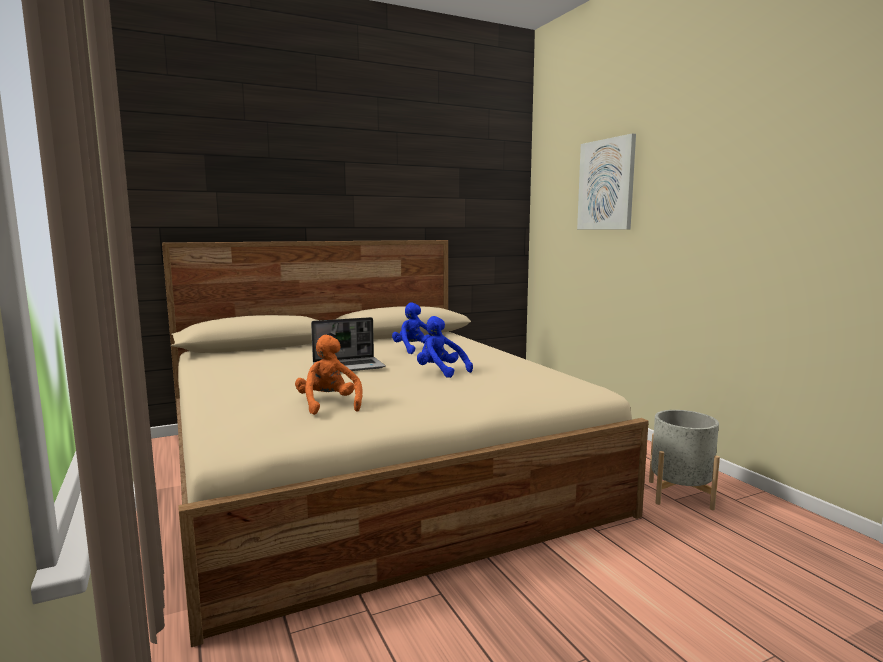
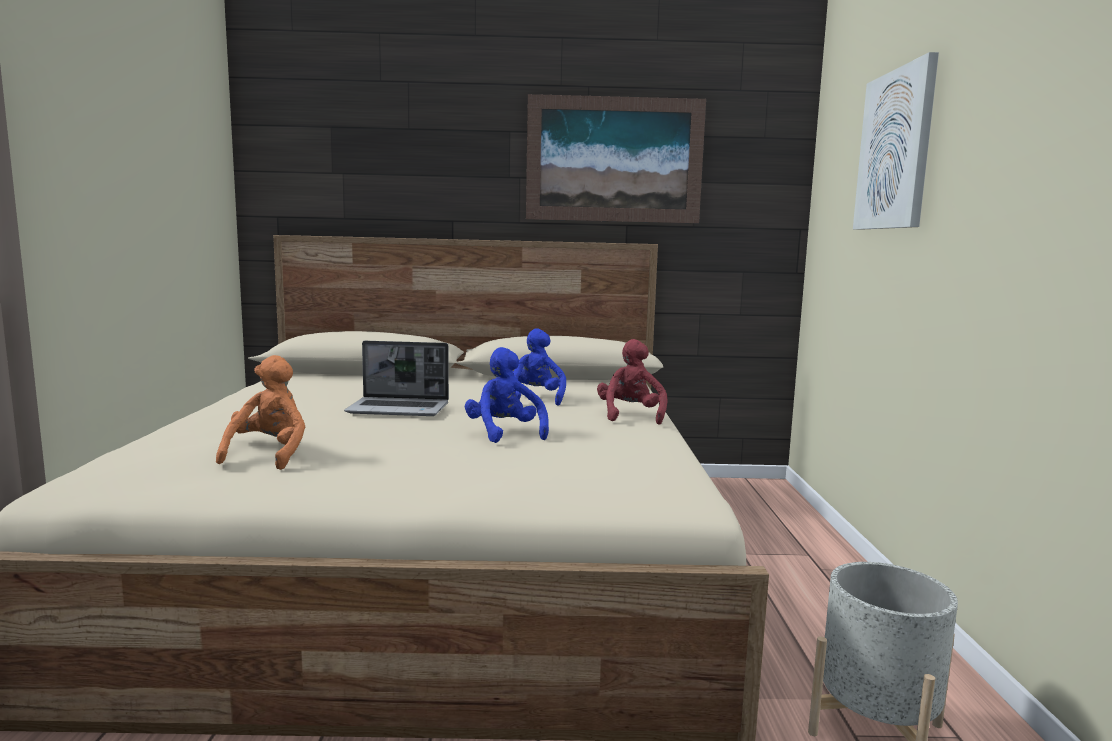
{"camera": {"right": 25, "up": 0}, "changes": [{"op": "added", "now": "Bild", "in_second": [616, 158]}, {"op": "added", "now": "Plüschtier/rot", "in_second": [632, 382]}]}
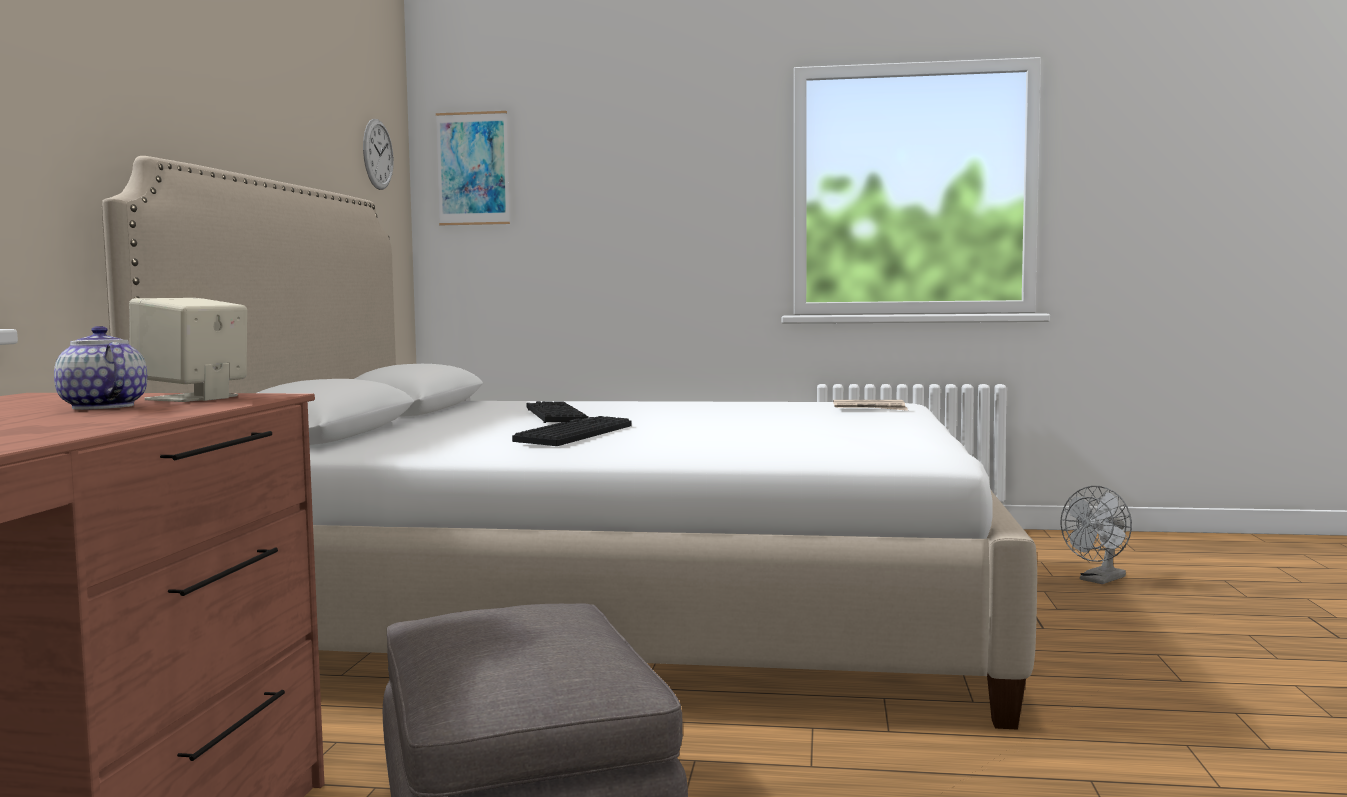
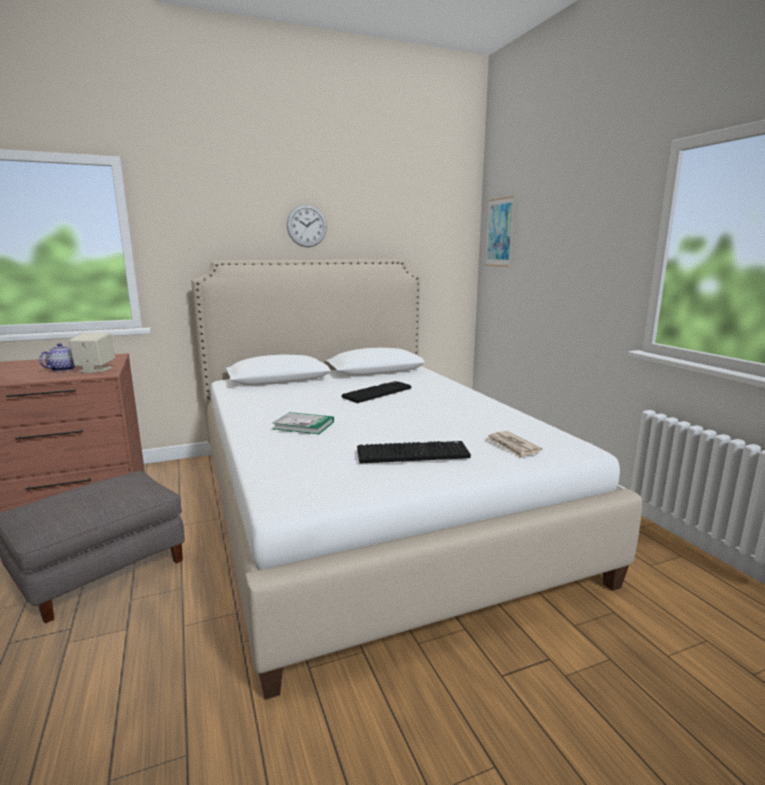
{"camera": {"right": 60, "up": 10}, "changes": [{"op": "added", "now": "Buch", "in_second": [303, 423]}, {"op": "moved", "was": "Wanduhr", "in_first": [378, 154], "in_second": [307, 225]}, {"op": "moved", "was": "Tastatur", "in_first": [572, 431], "in_second": [414, 452]}, {"op": "removed", "was": "Ventilator/grau", "in_first": [1096, 535]}]}
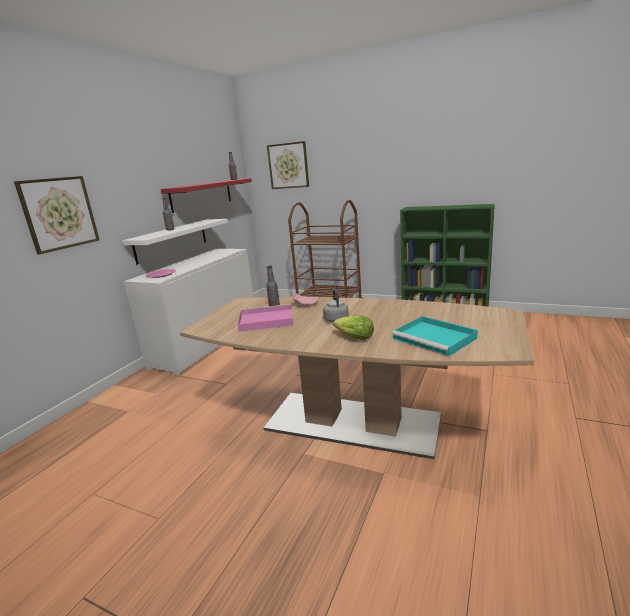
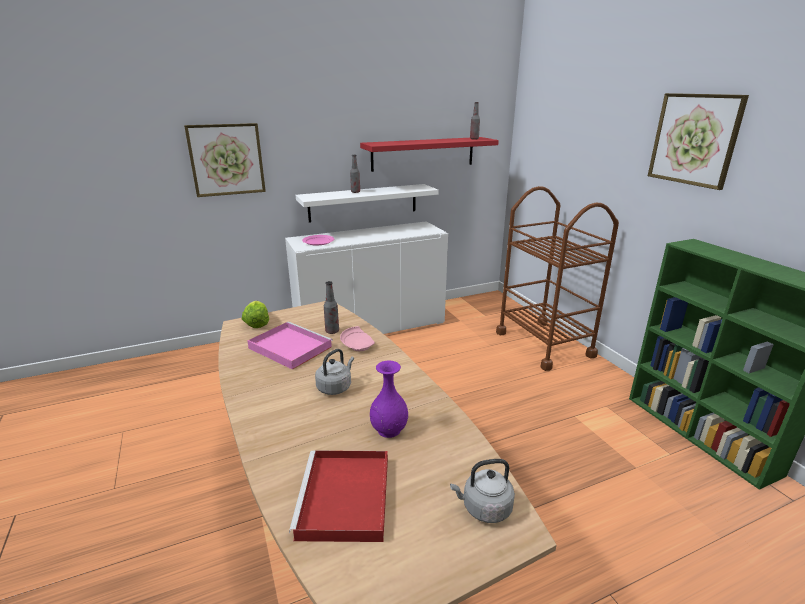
{"camera": {"right": 40, "up": 5}, "changes": [{"op": "moved", "was": "Salatkopf", "in_first": [353, 327], "in_second": [255, 314]}, {"op": "recoloured", "was": "Tablett/türkis", "now": "Tablett/rot", "in_first": [435, 336], "in_second": [338, 496]}, {"op": "added", "now": "Vase/lila", "in_second": [389, 399]}, {"op": "added", "now": "Wasserkessel/grau", "in_second": [482, 491]}, {"op": "moved", "was": "Bild", "in_first": [288, 165], "in_second": [698, 141]}]}
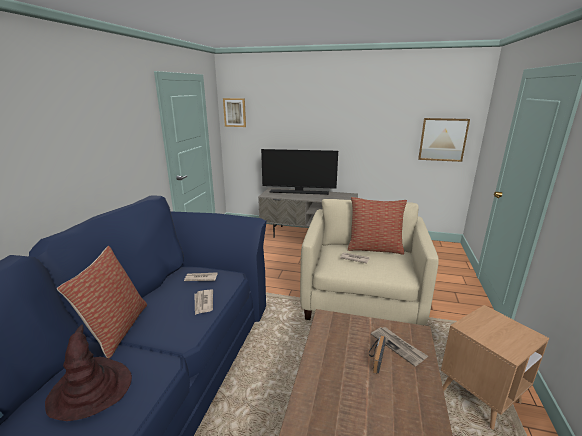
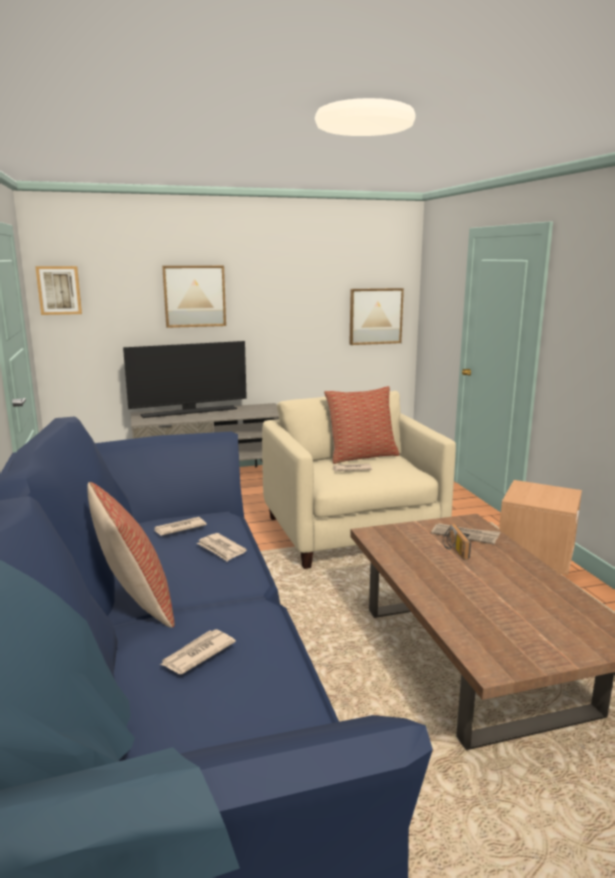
{"camera": {"right": -30, "up": -5}, "changes": [{"op": "replaced", "was": "Hut/braun", "now": "Zeitung", "in_first": [88, 372], "in_second": [198, 651]}, {"op": "added", "now": "Bild", "in_second": [194, 296]}]}
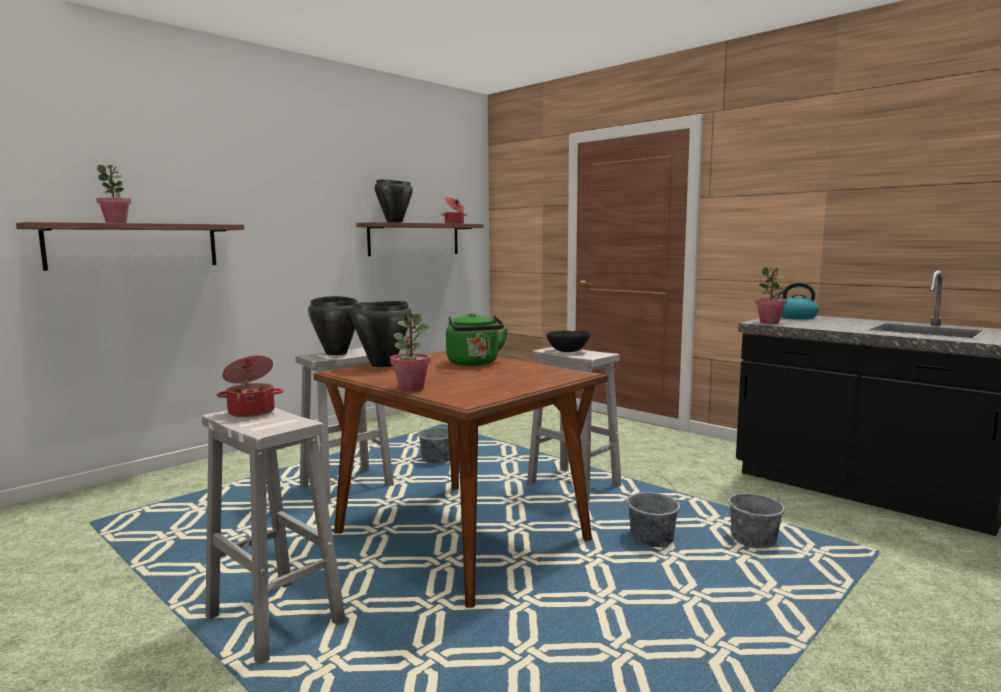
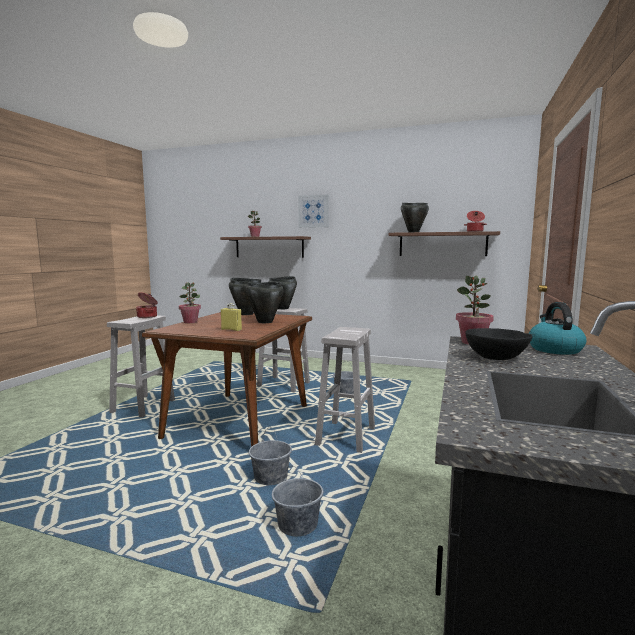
{"camera": {"right": 65, "up": 0}, "changes": [{"op": "added", "now": "Flasche/gelb", "in_second": [231, 317]}, {"op": "replaced", "was": "Wasserkessel/grün", "now": "Kochtopf/schwarz", "in_first": [477, 339], "in_second": [265, 302]}, {"op": "added", "now": "Bild", "in_second": [313, 211]}, {"op": "moved", "was": "Schüssel/schwarz", "in_first": [568, 341], "in_second": [499, 344]}]}
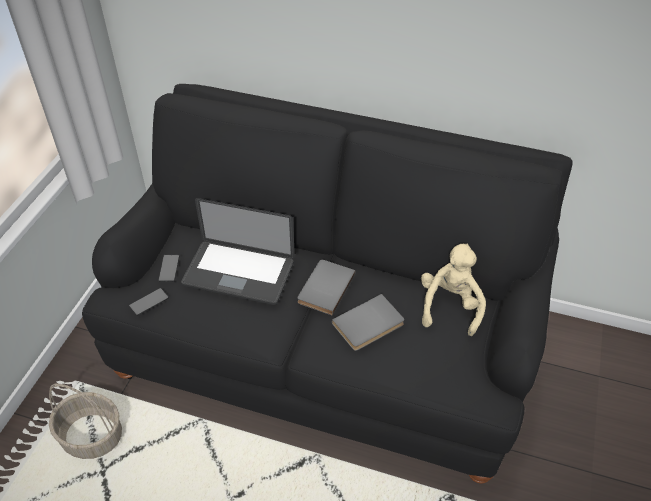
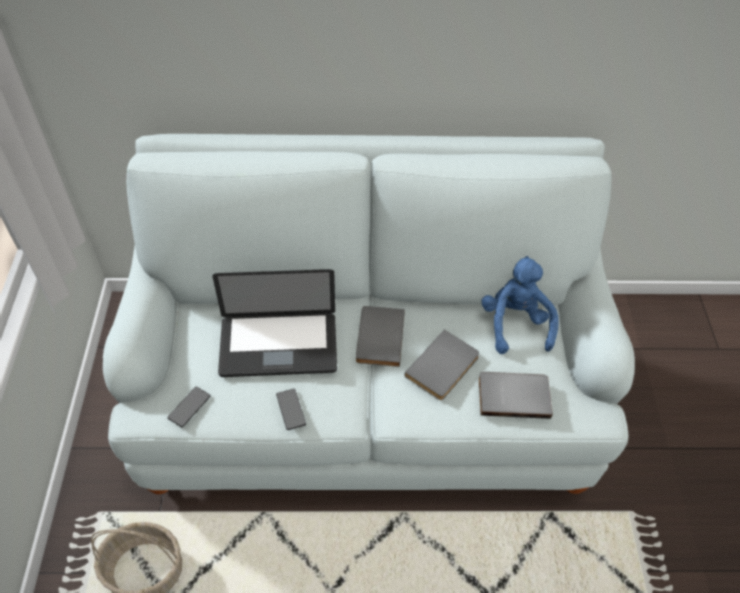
{"camera": {"right": -20, "up": 5}, "changes": [{"op": "recoloured", "was": "Sofa/schwarz", "now": "Sofa/weiß", "in_first": [327, 283], "in_second": [369, 314]}, {"op": "moved", "was": "Handy", "in_first": [168, 268], "in_second": [291, 409]}, {"op": "added", "now": "Buch/grau", "in_second": [516, 395]}, {"op": "recoloured", "was": "Plüschtier/beige", "now": "Plüschtier/blau", "in_first": [453, 290], "in_second": [520, 305]}]}
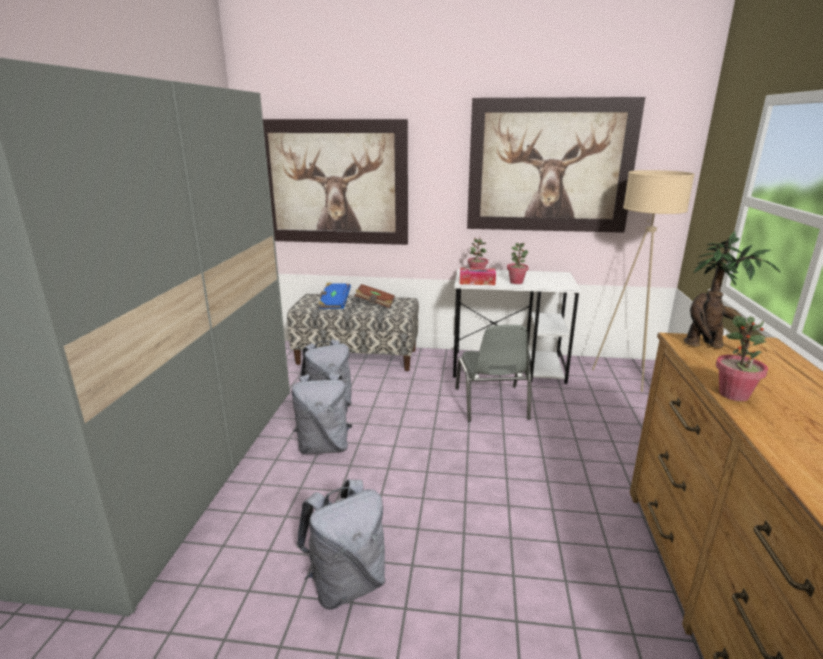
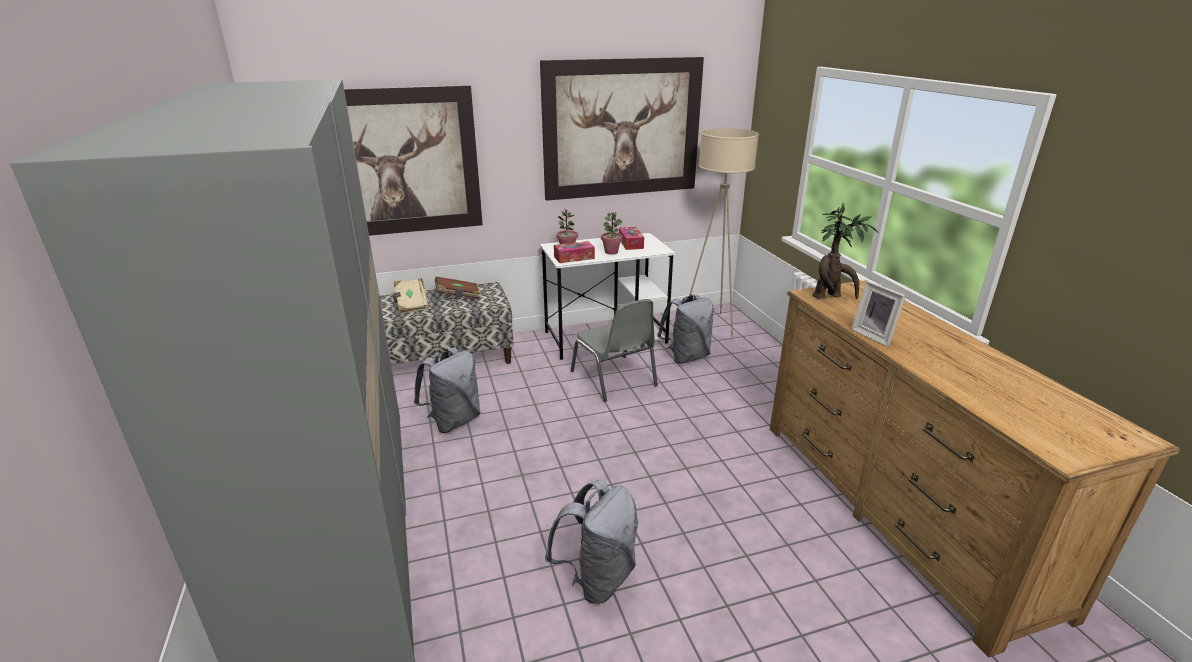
{"camera": {"right": -25, "up": 5}, "changes": [{"op": "recoloured", "was": "Buch/blau", "now": "Buch/beige", "in_first": [334, 296], "in_second": [411, 296]}, {"op": "added", "now": "Taschentuchbox", "in_second": [631, 238]}, {"op": "moved", "was": "Rucksack/grau", "in_first": [322, 413], "in_second": [685, 329]}, {"op": "replaced", "was": "Topfpflanze", "now": "Bilderrahmen", "in_first": [742, 358], "in_second": [878, 314]}]}
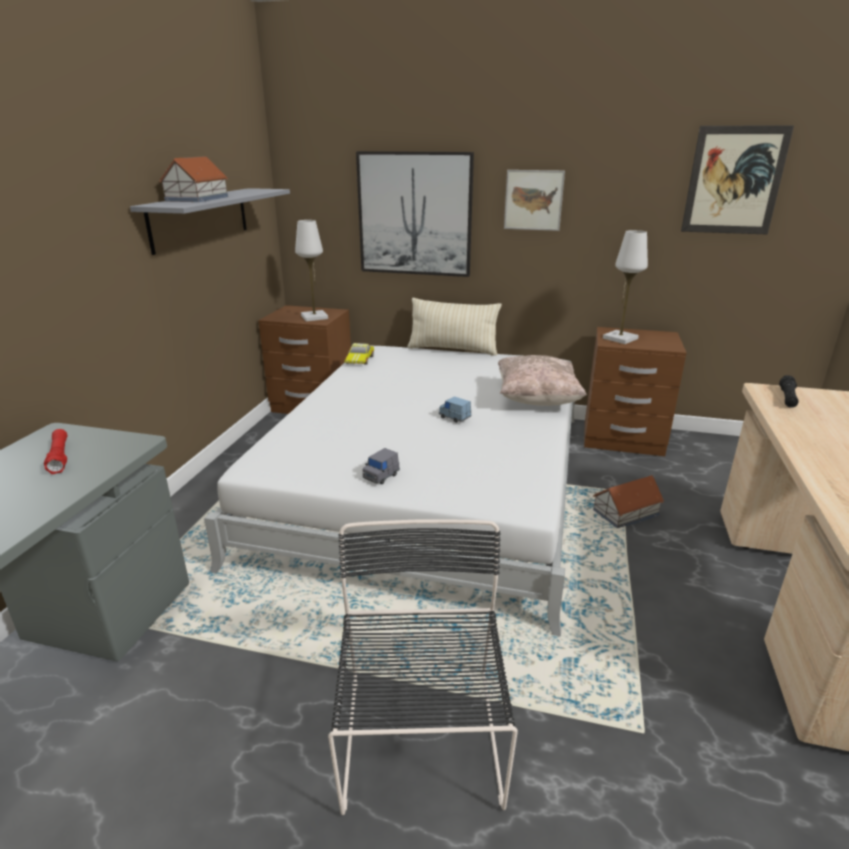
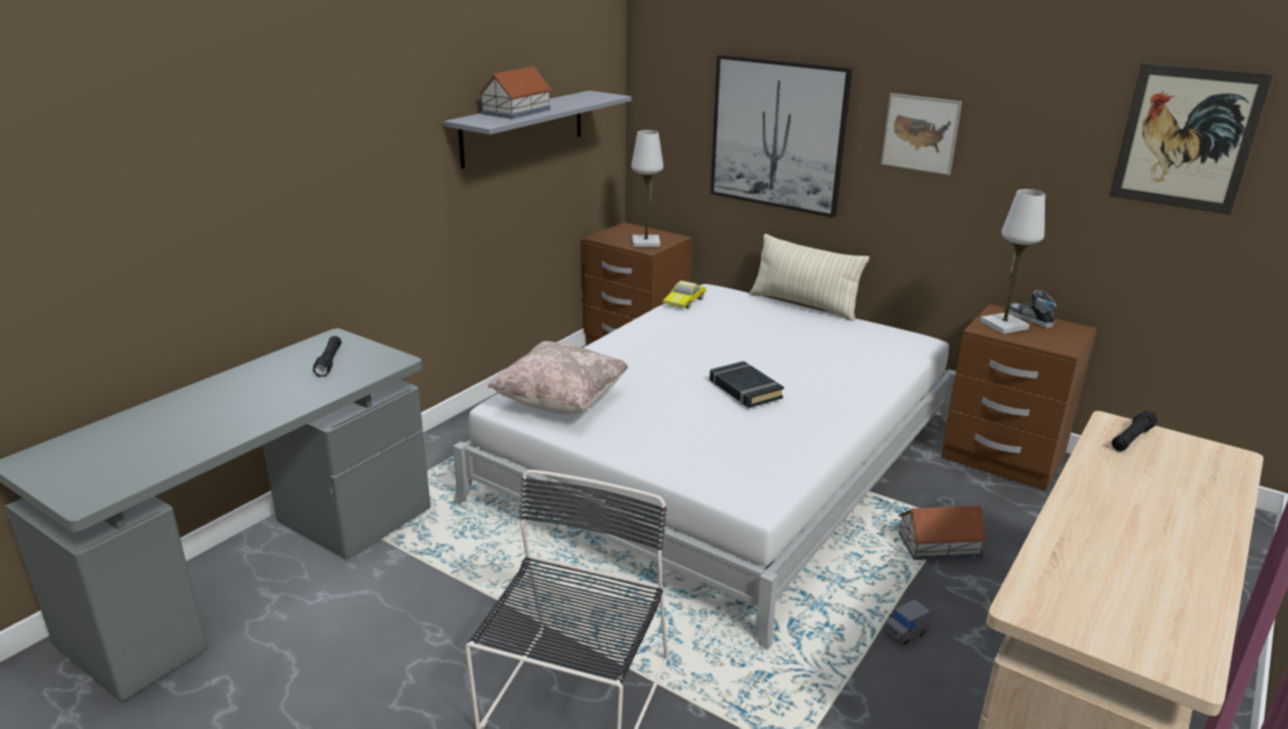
{"camera": {"right": 20, "up": 0}, "changes": [{"op": "recoloured", "was": "Taschenlampe/rot", "now": "Taschenlampe/schwarz", "in_first": [56, 451], "in_second": [327, 356]}, {"op": "moved", "was": "Kissen/beige", "in_first": [542, 380], "in_second": [558, 378]}, {"op": "replaced", "was": "Spielzeugauto/blau", "now": "Buch/schwarz", "in_first": [455, 409], "in_second": [746, 384]}, {"op": "moved", "was": "Spielzeugauto/grau", "in_first": [381, 466], "in_second": [907, 622]}, {"op": "added", "now": "Schuh", "in_second": [1033, 309]}]}
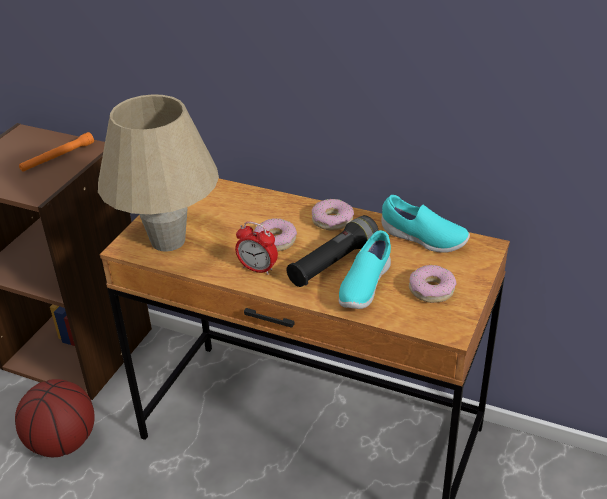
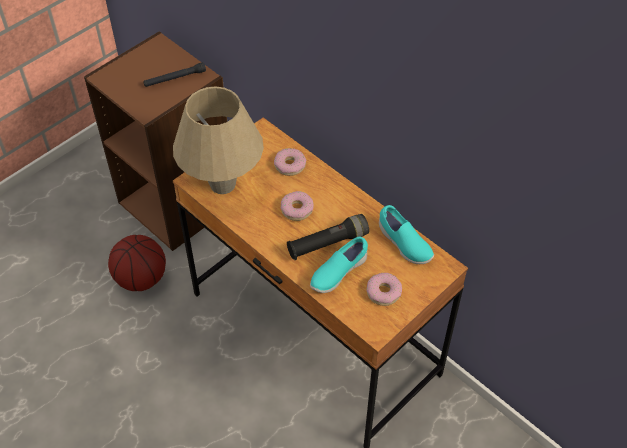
{"camera": {"right": 20, "up": 15}, "changes": [{"op": "recoloured", "was": "Taschenlampe/orange", "now": "Taschenlampe/schwarz", "in_first": [56, 152], "in_second": [174, 74]}, {"op": "moved", "was": "Donut", "in_first": [333, 214], "in_second": [290, 162]}, {"op": "removed", "was": "Wecker", "in_first": [256, 248]}]}
